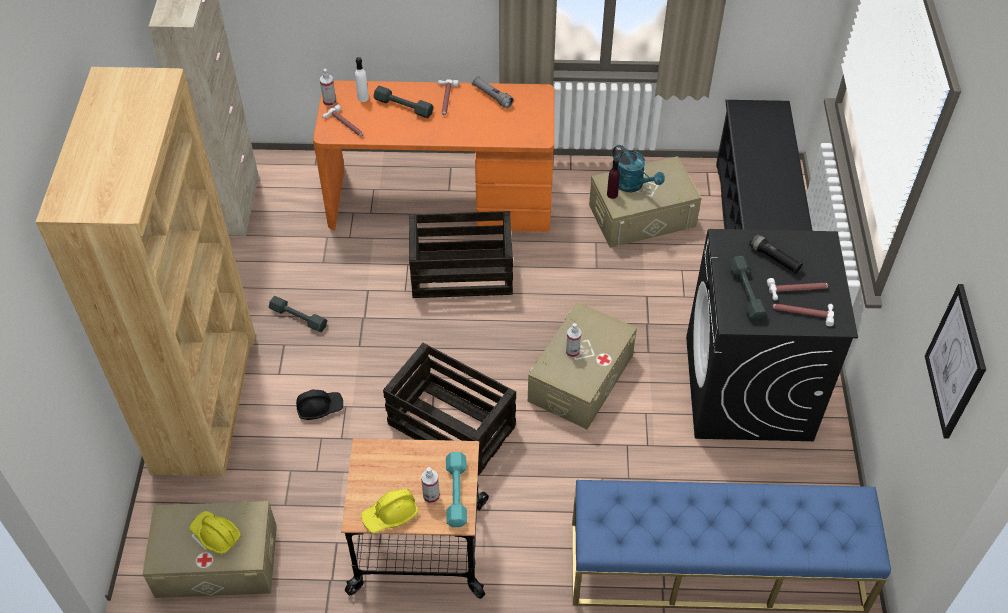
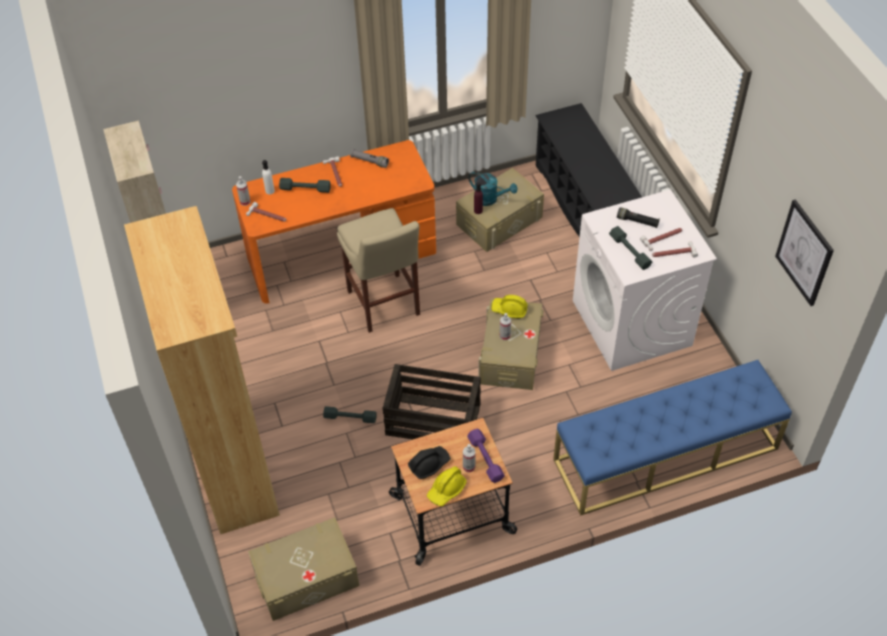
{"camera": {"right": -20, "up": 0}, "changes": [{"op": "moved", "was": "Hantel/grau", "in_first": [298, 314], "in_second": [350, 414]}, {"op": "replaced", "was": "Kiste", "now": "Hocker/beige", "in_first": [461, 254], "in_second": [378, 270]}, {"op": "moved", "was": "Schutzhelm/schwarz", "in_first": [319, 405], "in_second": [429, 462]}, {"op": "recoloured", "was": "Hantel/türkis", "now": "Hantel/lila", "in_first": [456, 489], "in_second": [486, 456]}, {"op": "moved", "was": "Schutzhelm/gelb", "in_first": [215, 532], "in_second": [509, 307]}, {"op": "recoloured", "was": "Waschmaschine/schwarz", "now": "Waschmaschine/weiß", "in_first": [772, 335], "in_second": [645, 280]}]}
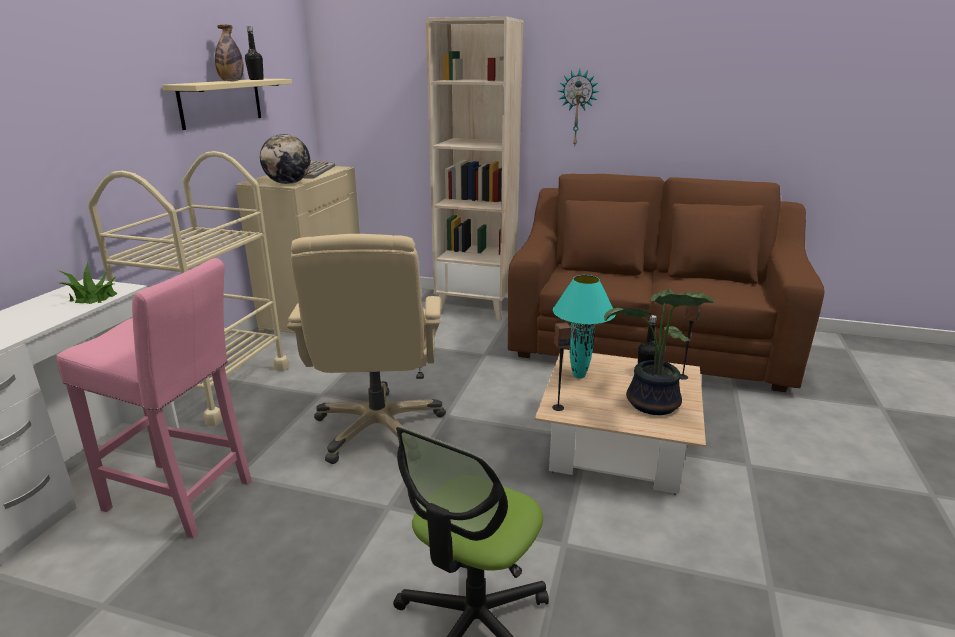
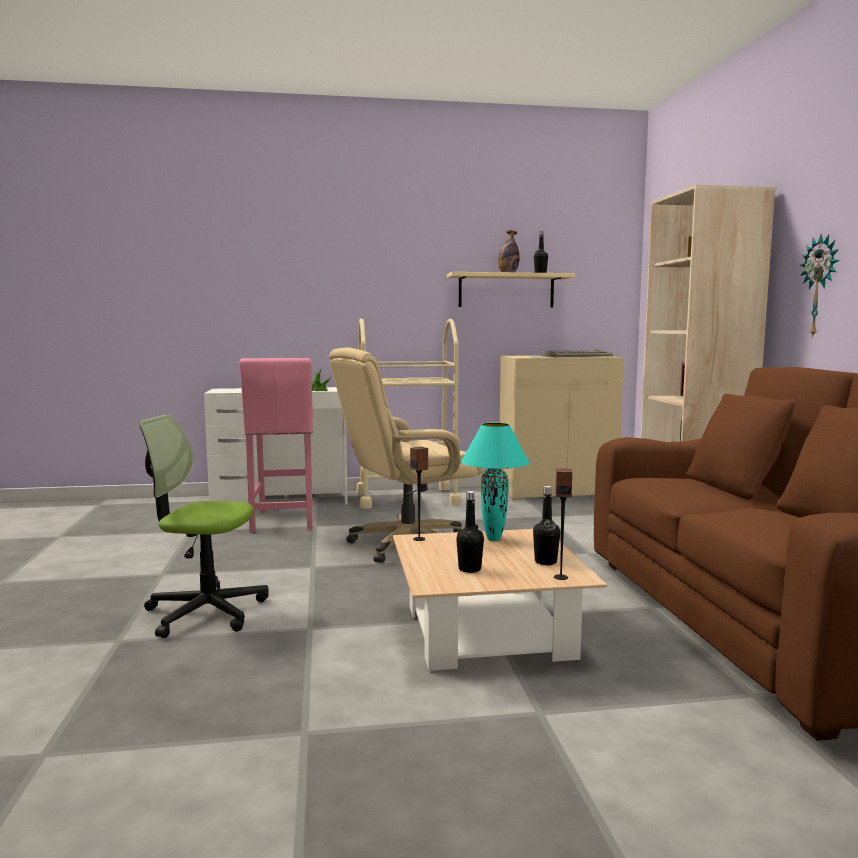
{"camera": {"right": 65, "up": -15}, "changes": [{"op": "replaced", "was": "Topfpflanze", "now": "Flasche/schwarz", "in_first": [659, 352], "in_second": [470, 532]}, {"op": "removed", "was": "Globus", "in_first": [285, 159]}]}
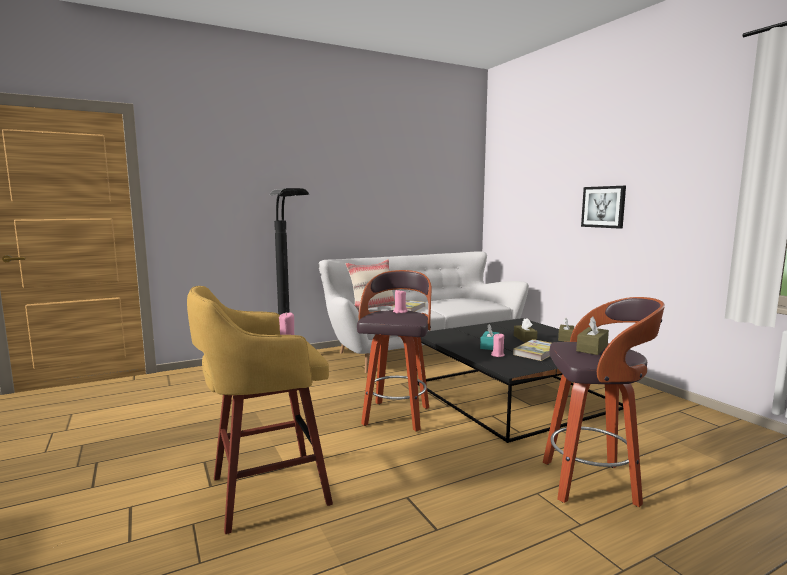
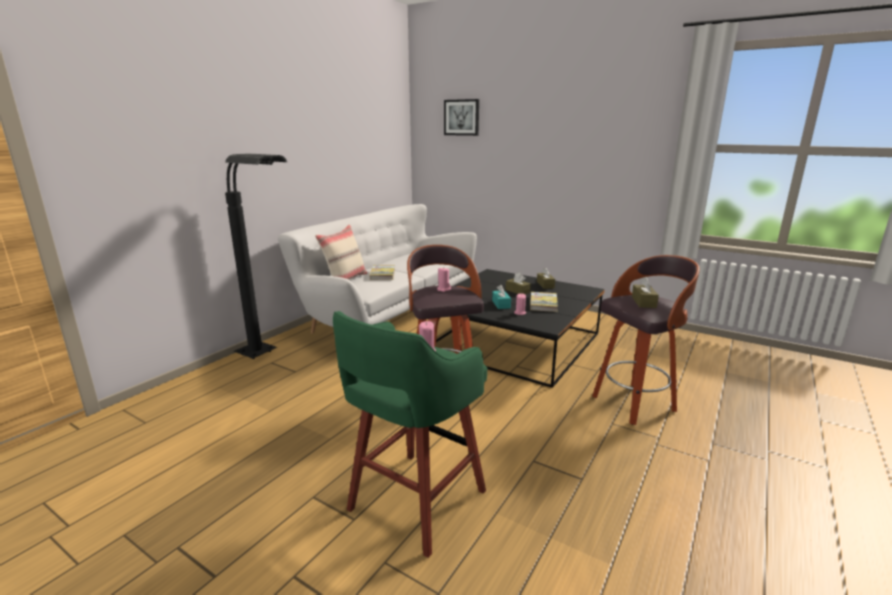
{"camera": {"right": -30, "up": 10}, "changes": [{"op": "recoloured", "was": "Hocker/gelb", "now": "Hocker/grün", "in_first": [260, 410], "in_second": [410, 434]}, {"op": "moved", "was": "Bild", "in_first": [603, 207], "in_second": [461, 117]}]}
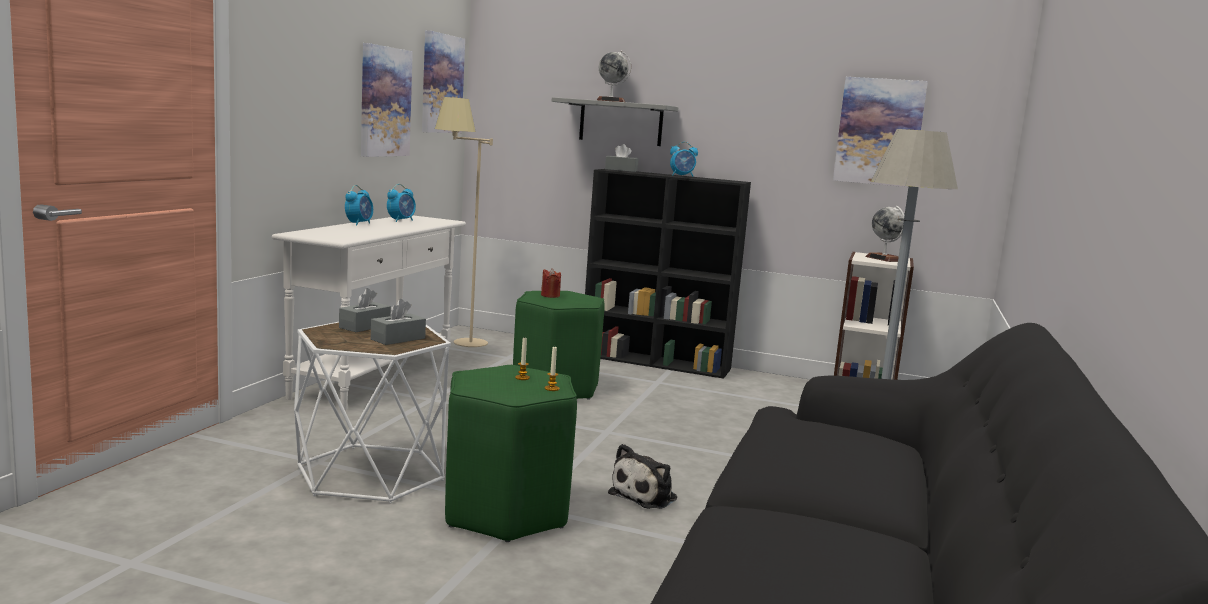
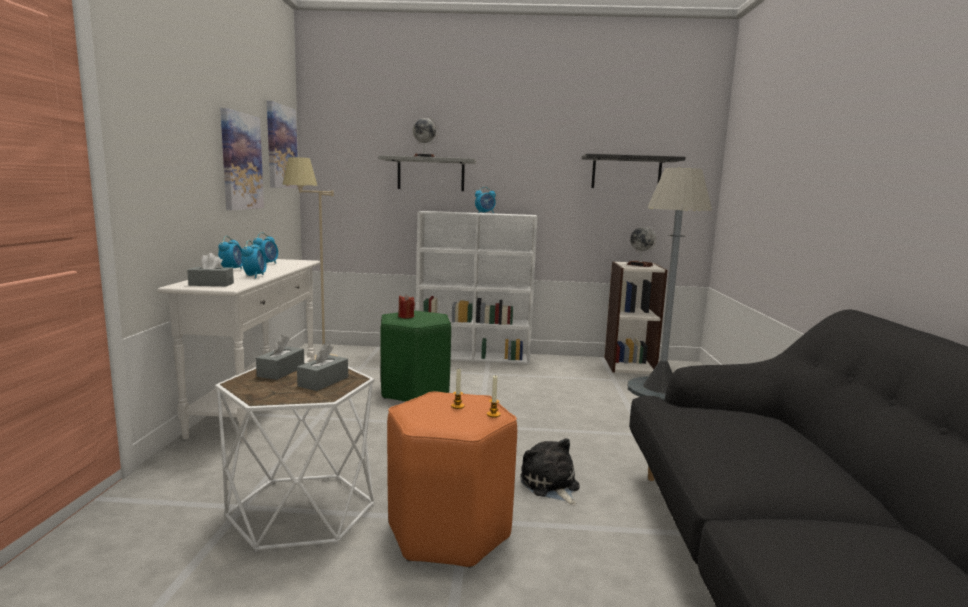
{"camera": {"right": -15, "up": 0}, "changes": [{"op": "moved", "was": "Taschentuchbox/grau", "in_first": [621, 158], "in_second": [210, 269]}, {"op": "added", "now": "Wecker", "in_second": [254, 259]}, {"op": "recoloured", "was": "Hocker/grün", "now": "Hocker/orange", "in_first": [511, 453], "in_second": [452, 479]}, {"op": "recoloured", "was": "Bücherregal/schwarz", "now": "Bücherregal/weiß", "in_first": [668, 274], "in_second": [477, 287]}, {"op": "turned", "was": "Plüschtier", "in_first": [642, 476], "in_second": [550, 471], "clockwise": 135}, {"op": "replaced", "was": "Bild", "now": "Wandregal/schwarz", "in_first": [880, 132], "in_second": [634, 171]}]}
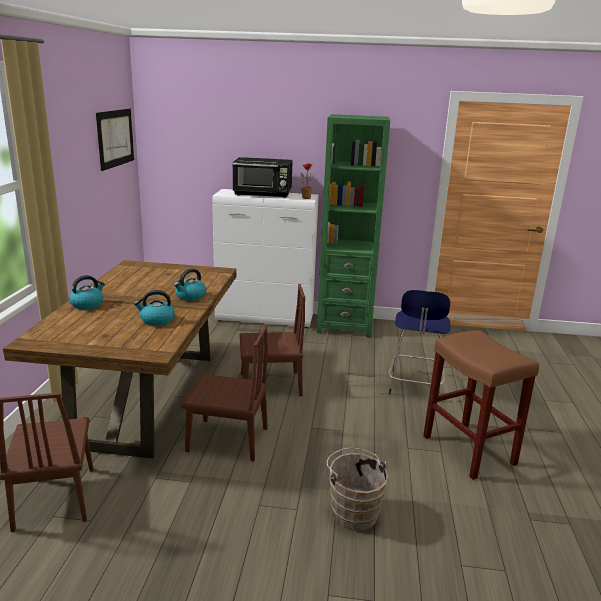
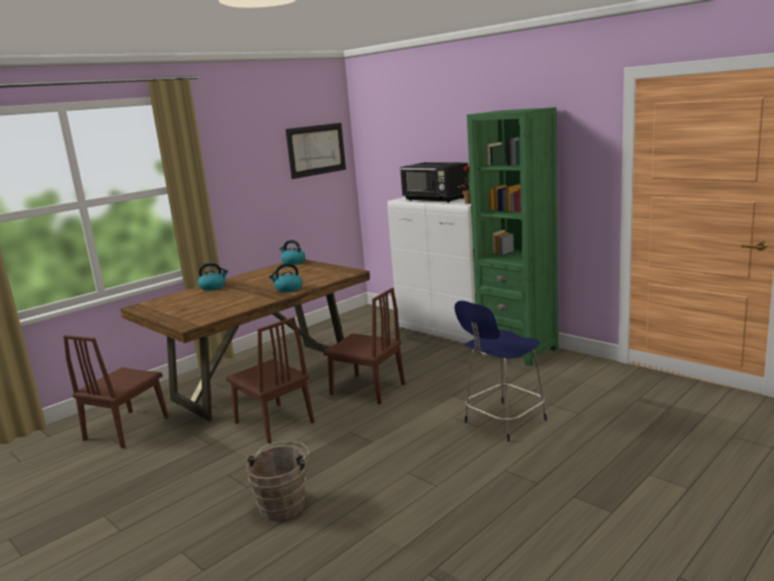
{"camera": {"right": 40, "up": -5}, "changes": [{"op": "moved", "was": "Wasserkessel", "in_first": [154, 308], "in_second": [292, 252]}, {"op": "removed", "was": "Hocker/braun", "in_first": [481, 405]}]}
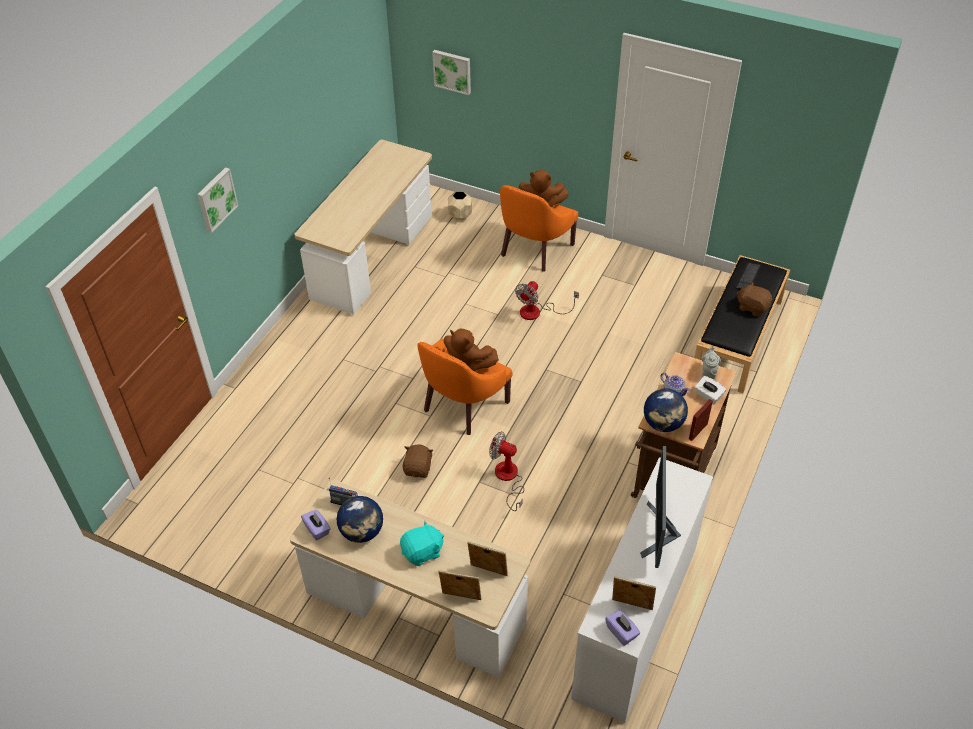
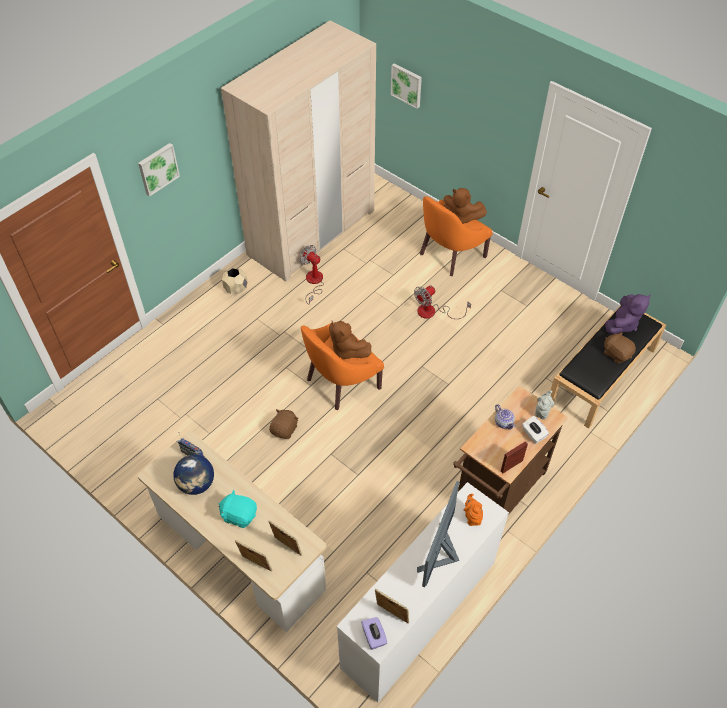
{"camera": {"right": 15, "up": 5}, "changes": [{"op": "turned", "was": "Plüschtier/türkis", "in_first": [422, 543], "in_second": [238, 508], "clockwise": -150}, {"op": "replaced", "was": "Schreibtisch", "now": "Kleiderschrank/beige", "in_first": [363, 227], "in_second": [298, 151]}, {"op": "moved", "was": "Pflanzkübel/beige", "in_first": [460, 205], "in_second": [234, 281]}, {"op": "moved", "was": "Ventilator", "in_first": [506, 471], "in_second": [312, 275]}, {"op": "added", "now": "Teekanne/orange", "in_second": [473, 510]}, {"op": "replaced", "was": "Tastatur", "now": "Plüschtier/lila", "in_first": [747, 276], "in_second": [627, 314]}, {"op": "removed", "was": "Taschentuchbox/lila", "in_first": [316, 525]}, {"op": "removed", "was": "Globus", "in_first": [666, 410]}]}
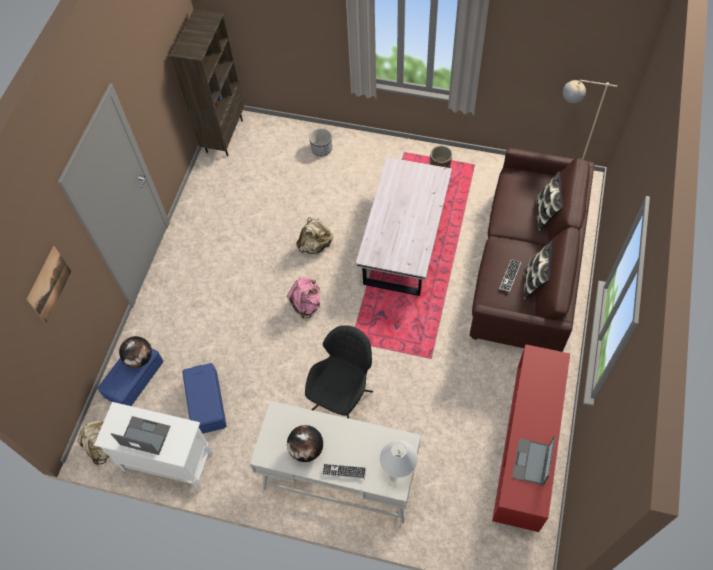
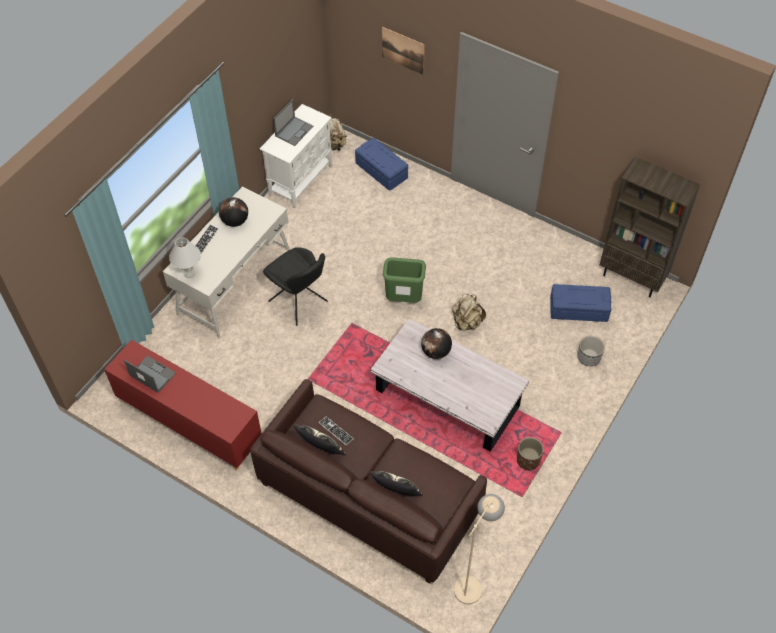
{"camera": {"right": 105, "up": -5}, "changes": [{"op": "replaced", "was": "Rucksack/rosa", "now": "Mülleimer/grün", "in_first": [303, 297], "in_second": [404, 280]}, {"op": "moved", "was": "Globus", "in_first": [135, 352], "in_second": [436, 343]}, {"op": "moved", "was": "Aufbewahrungsbox/blau", "in_first": [204, 398], "in_second": [580, 303]}]}
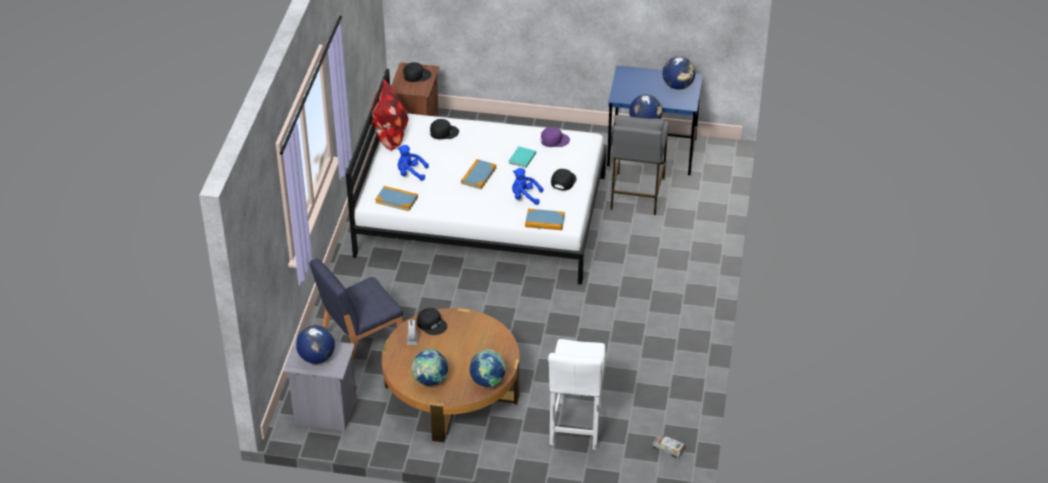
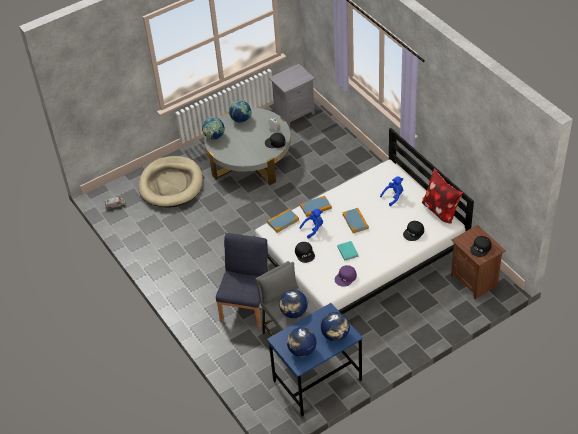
{"camera": {"right": 140, "up": 5}, "changes": [{"op": "replaced", "was": "Hocker/weiß", "now": "Hundebett/beige", "in_first": [576, 394], "in_second": [171, 182]}, {"op": "recoloured", "was": "Couchtisch/braun", "now": "Couchtisch/grau", "in_first": [451, 375], "in_second": [247, 146]}, {"op": "moved", "was": "Stuhl/blau", "in_first": [356, 309], "in_second": [242, 280]}, {"op": "moved", "was": "Buch", "in_first": [396, 198], "in_second": [316, 206]}, {"op": "moved", "was": "Globus", "in_first": [315, 344], "in_second": [335, 326]}]}
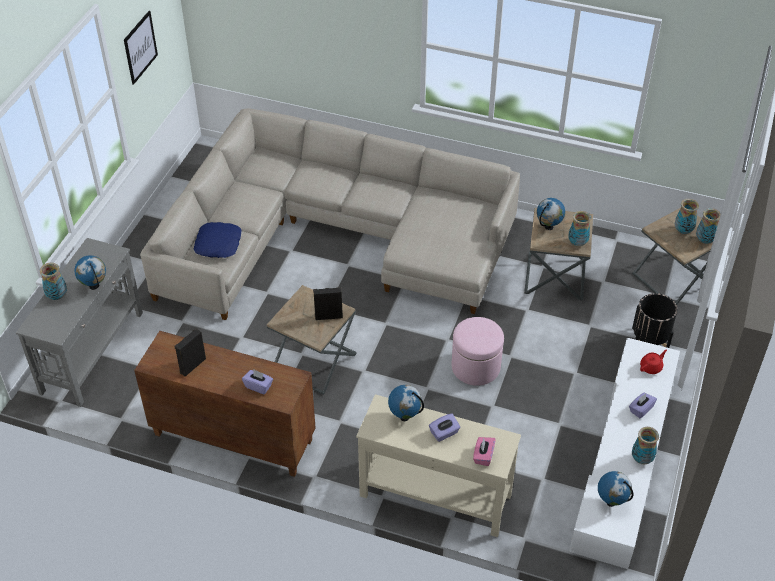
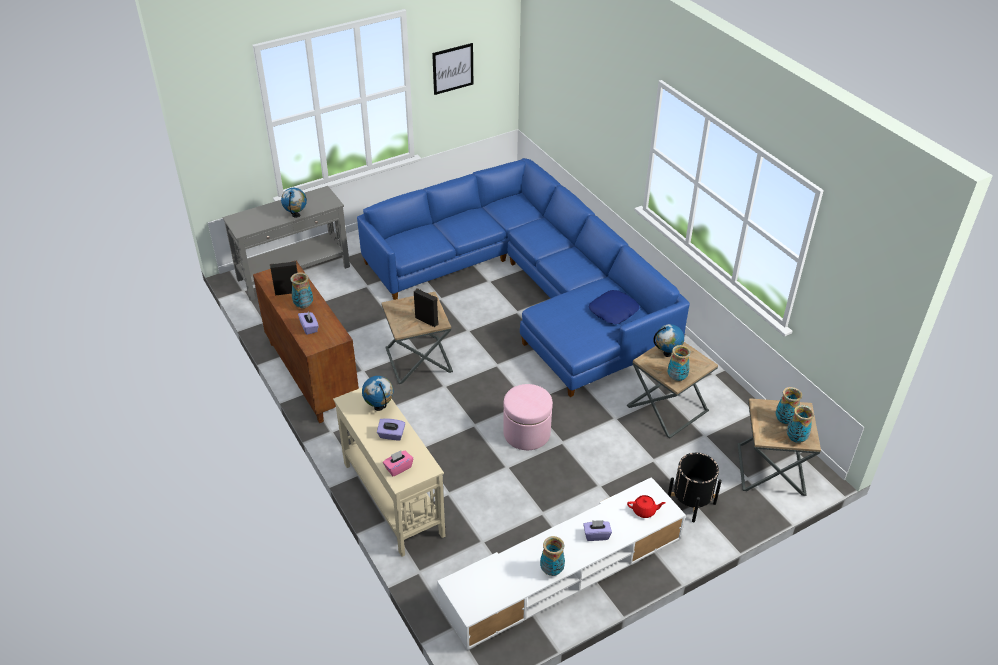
{"camera": {"right": 40, "up": -5}, "changes": [{"op": "moved", "was": "Vase", "in_first": [53, 281], "in_second": [301, 291]}, {"op": "recoloured", "was": "Sofa/beige", "now": "Sofa/blau", "in_first": [330, 214], "in_second": [523, 277]}, {"op": "moved", "was": "Kissen/blau", "in_first": [218, 240], "in_second": [614, 307]}, {"op": "removed", "was": "Globus", "in_first": [615, 489]}]}
